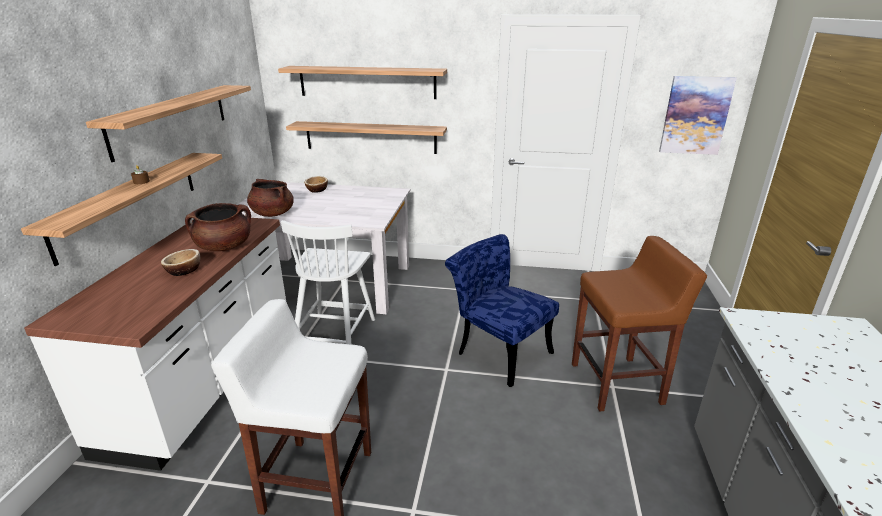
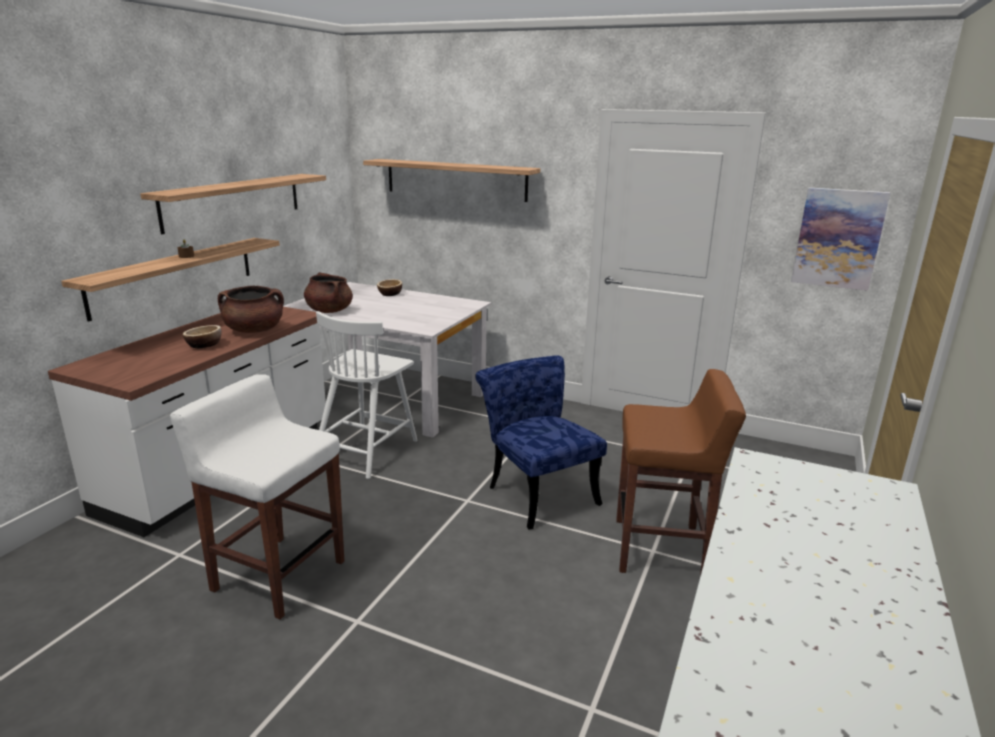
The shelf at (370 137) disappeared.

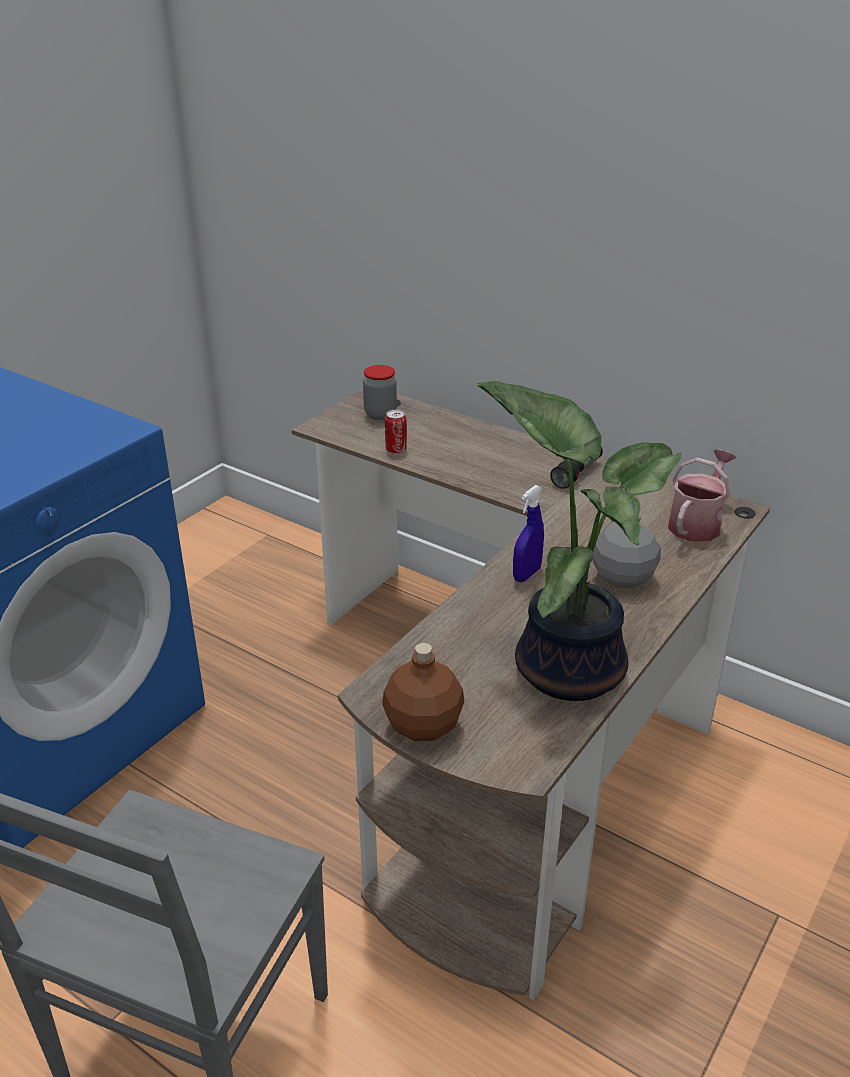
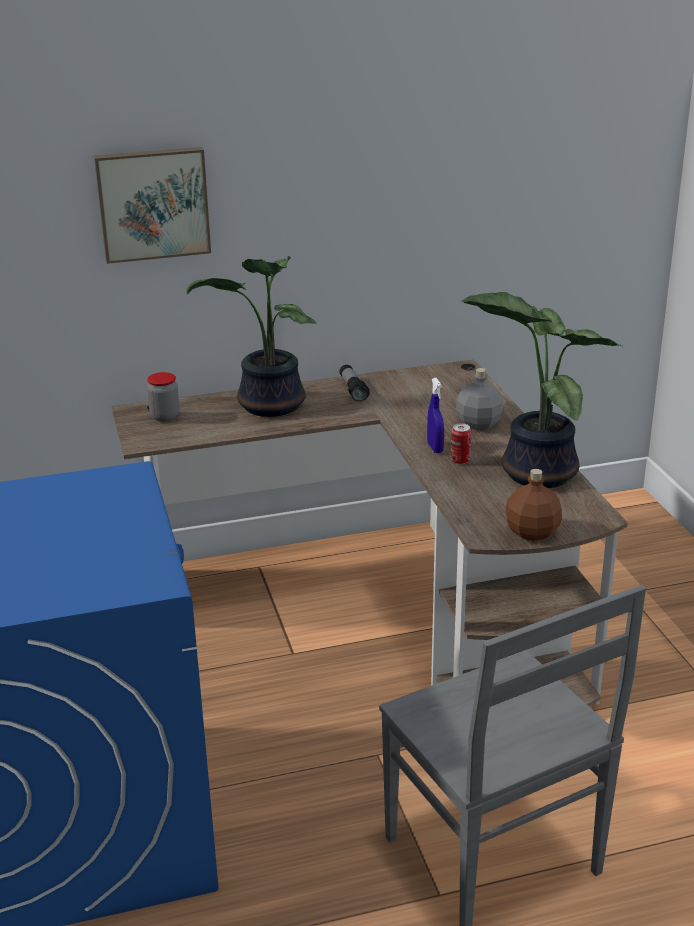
The metal can moved from (396 450) to (460 460). The watering can at (697 523) disappeared. The picture at (153 203) appeared. The plant in a pot at (269 406) appeared.

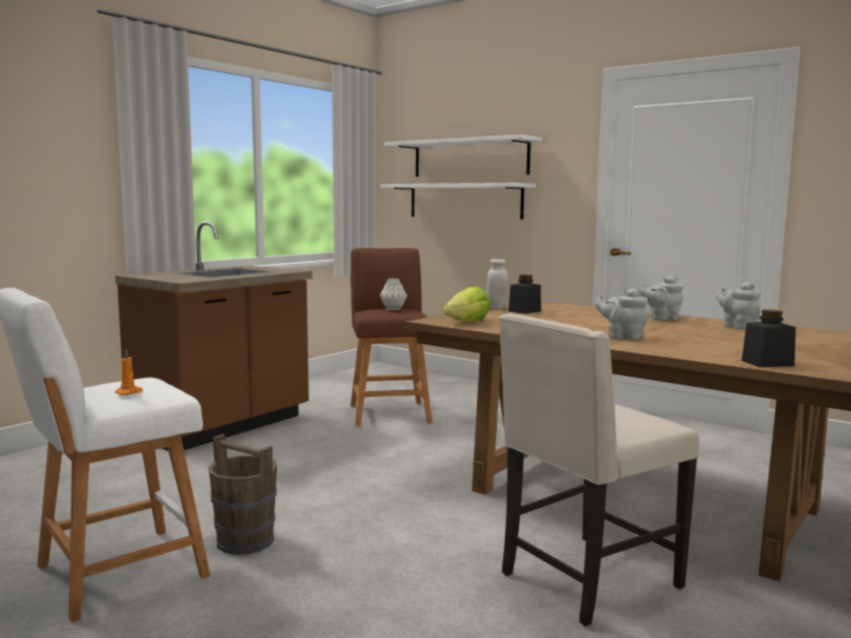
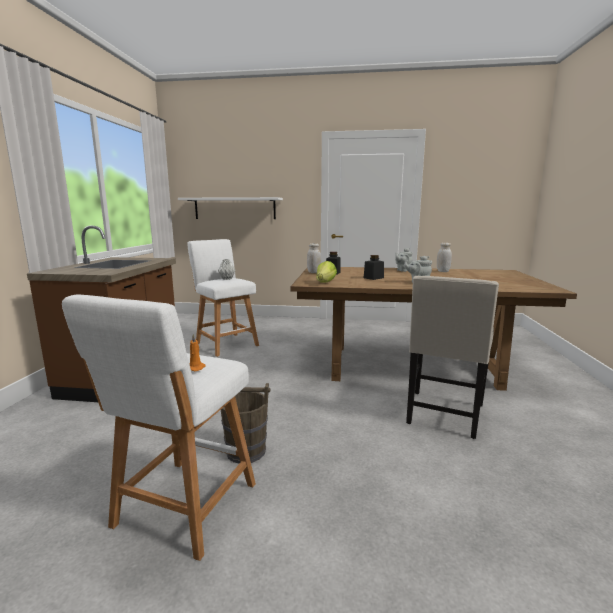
The shelf (whitish) at (470 158) disappeared. The sitting stool (brown) at (389 412) became the sitting stool (whitish) at (225 343). The pot for tea (gray) at (737 327) was replaced by the jar (whitish) at (443 271). The jar (black) moved from (767 363) to (373 278).

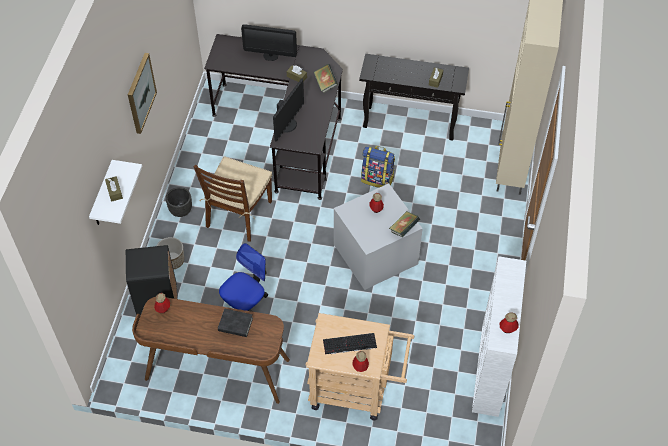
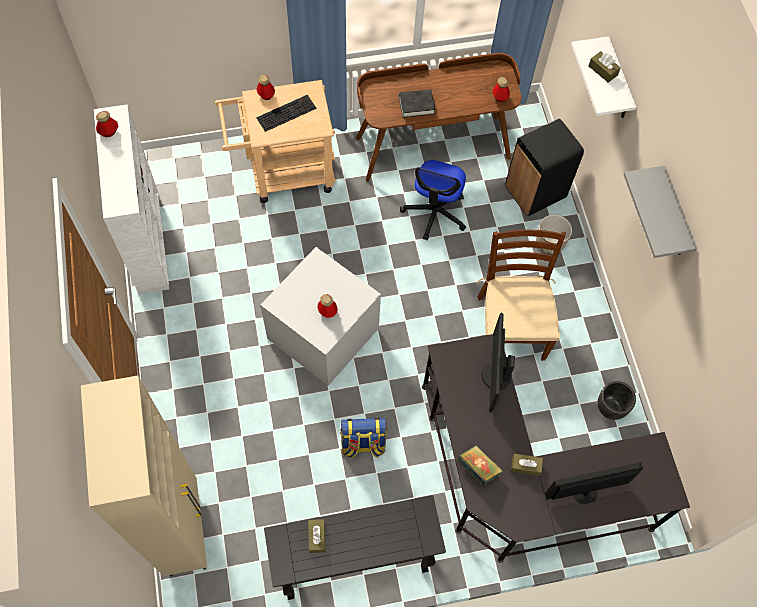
The picture at (140 93) was replaced by the shelf (gray) at (674 216). The planter (black) moved from (181 211) to (610 408). The book at (404 229) disappeared.

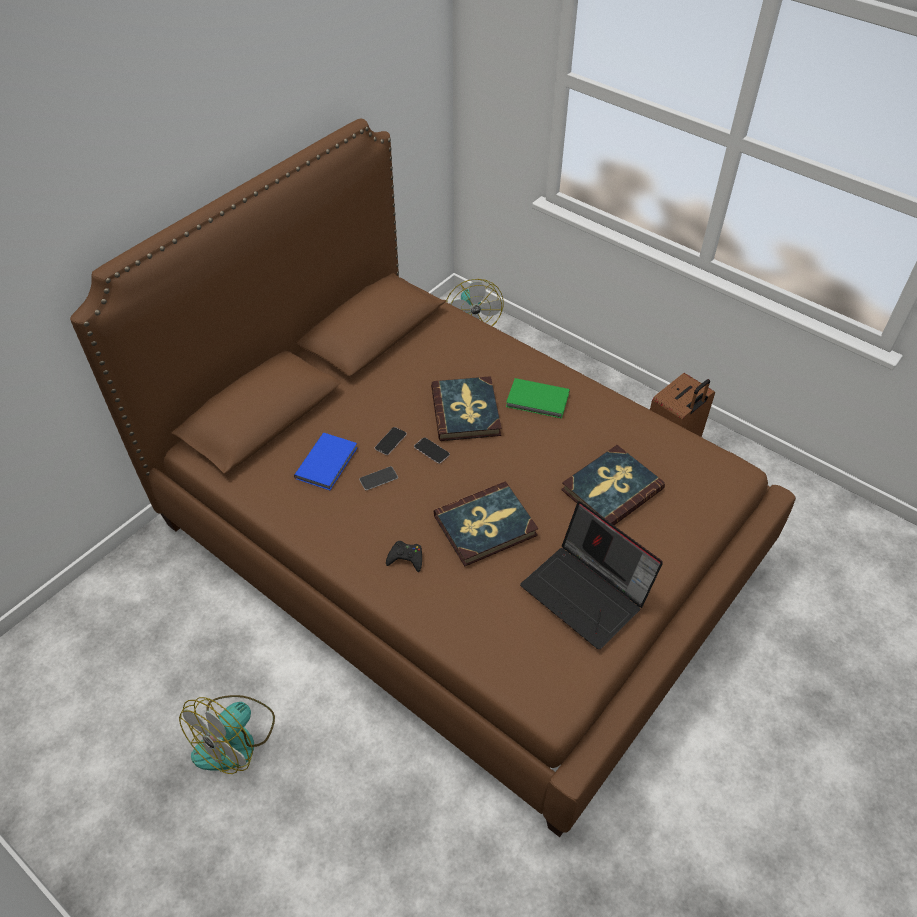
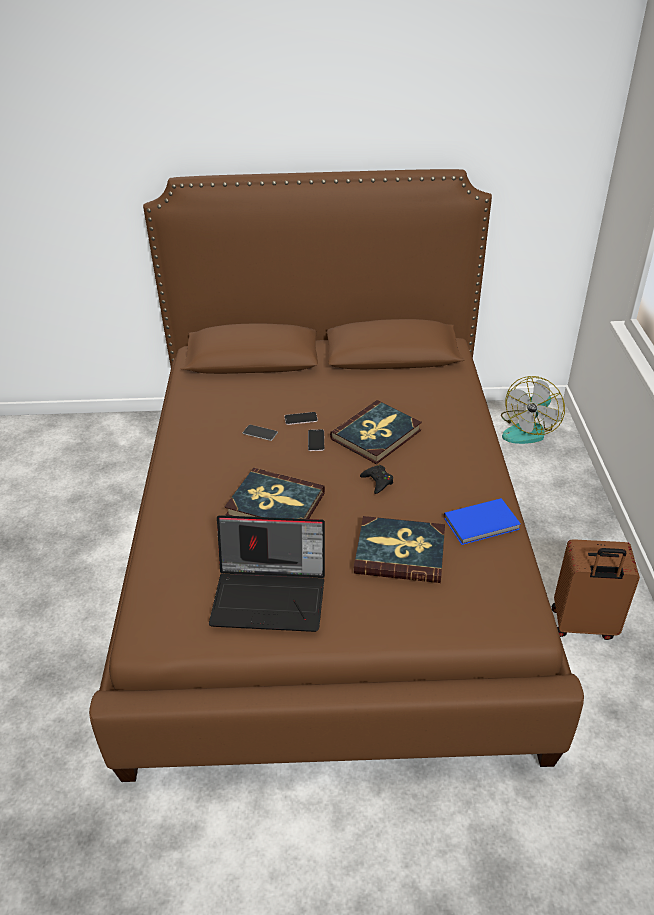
The book (greenish) at (538 401) disappeared. The book (blue-coloured) moved from (328 462) to (483 524). The portable computer at (587 593) turned 90 degrees counterclockwise. The gamepad (black) moved from (406 558) to (377 481). The cooling fan at (235 738) disappeared.

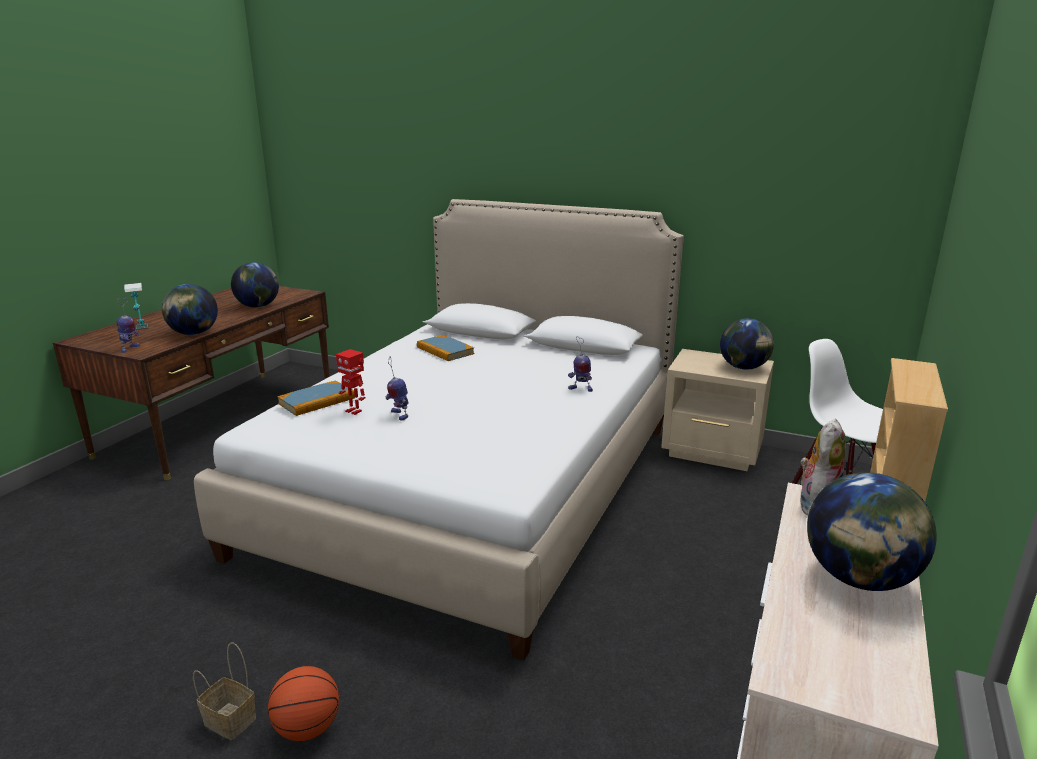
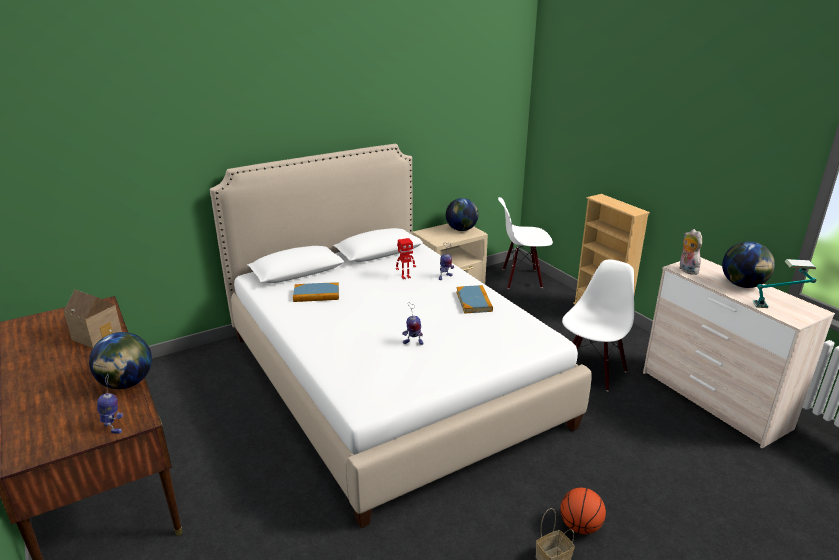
The globe at (258 306) was replaced by the toy house at (99 335). The table lamp moved from (142 333) to (779 306). The toy robot moved from (354 411) to (405 277). The book moved from (317 401) to (474 301). The chair (whitish) at (591 371) appeared.

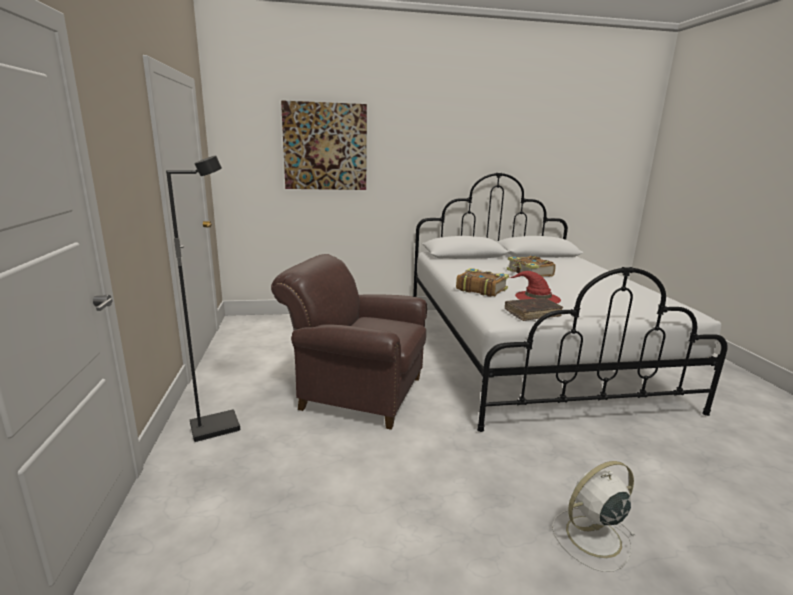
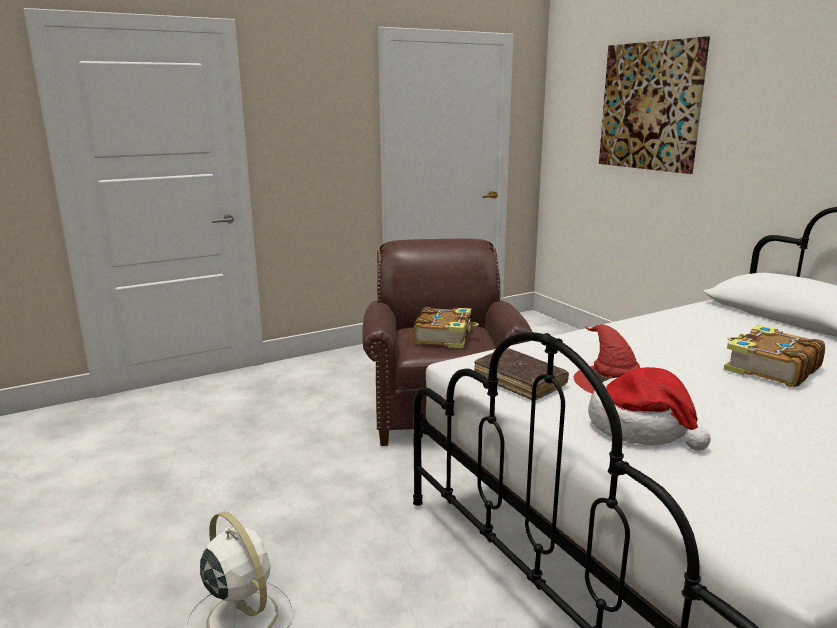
The standard lamp (black) at (215 427) disappeared. The book moved from (481 289) to (444 336). The wearable hat at (641 426) appeared.

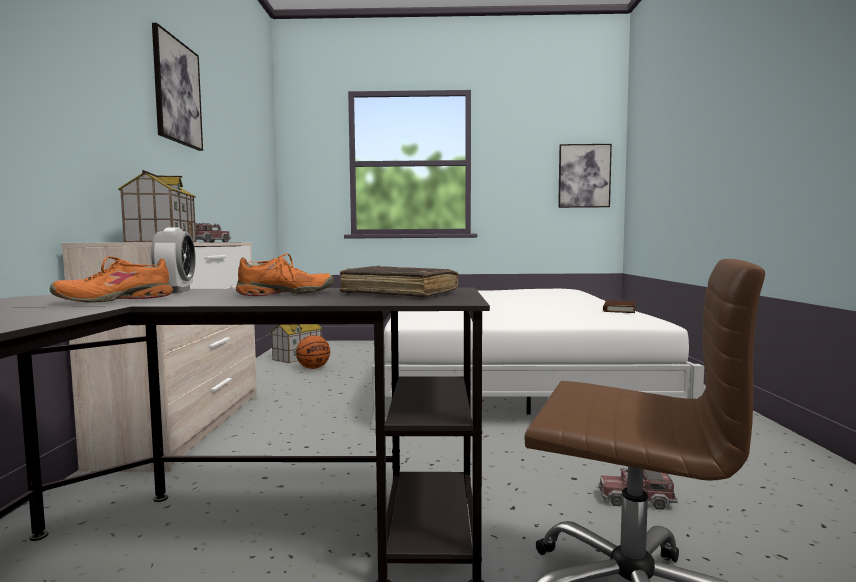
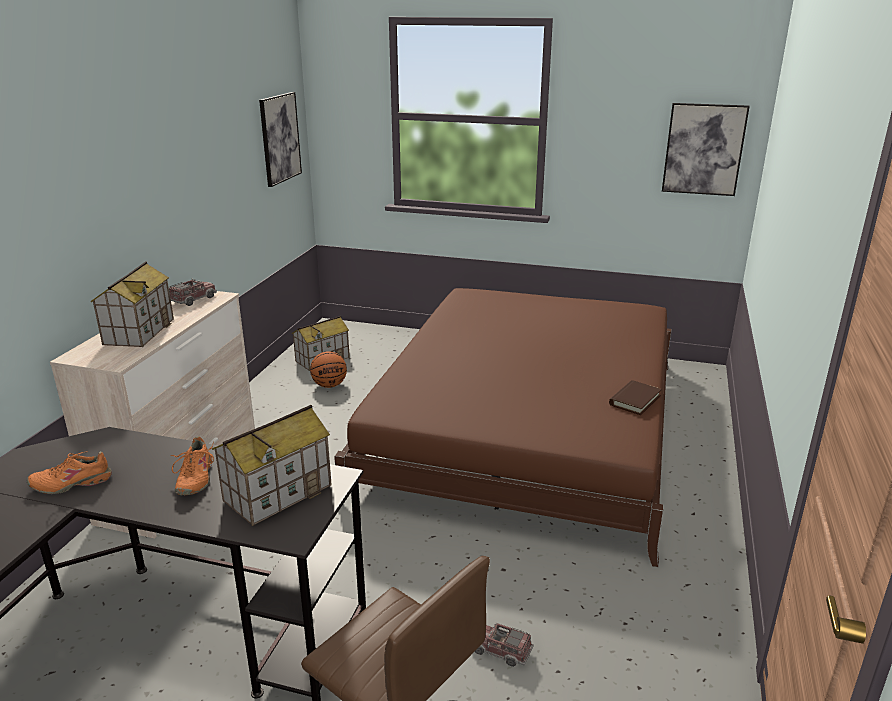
The picture moved from (177 92) to (280 138). The bedside clock at (176 291) disappeared. The shoe (orangey) at (285 294) turned 90 degrees clockwise. The book (brown) at (399 293) was replaced by the toy house at (278 492). The bed (whitish) at (507 373) became the bed (brown) at (527 427).

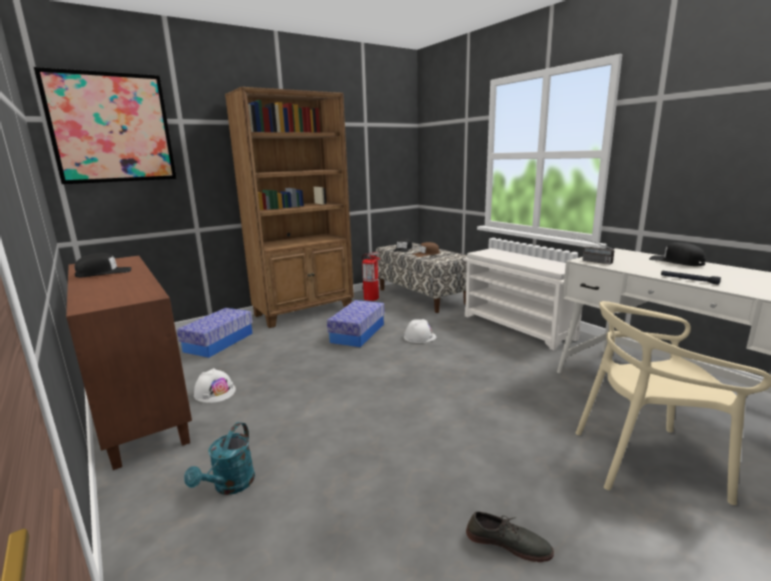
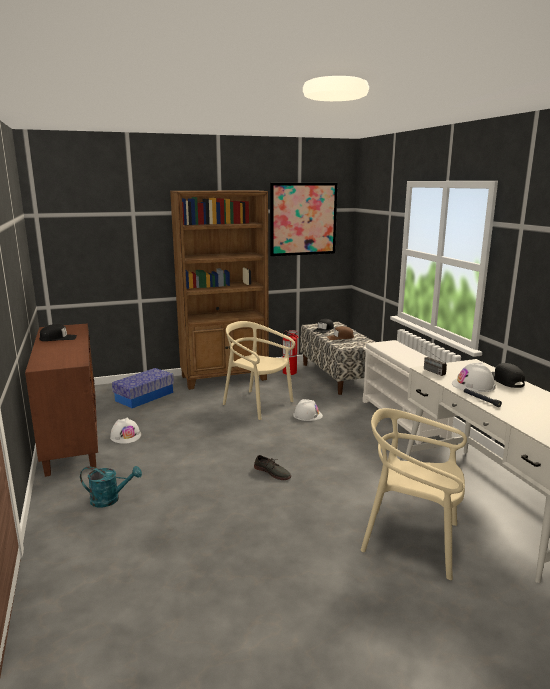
The picture moved from (111 128) to (303 219). The storage box at (358 333) was replaced by the chair (sand-coloured) at (257 404). The watering can (turquoise) at (230 486) turned 120 degrees counterclockwise. The shoe (gray) moved from (508 542) to (272 472). The work helmet (whitish) at (473 385) appeared.

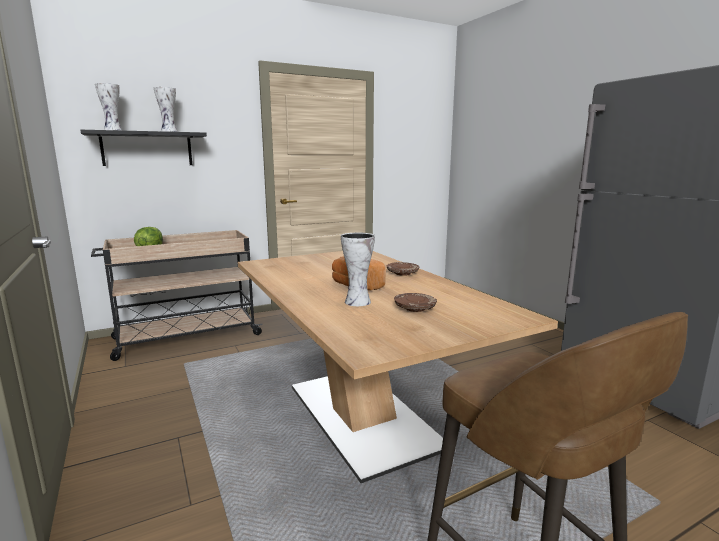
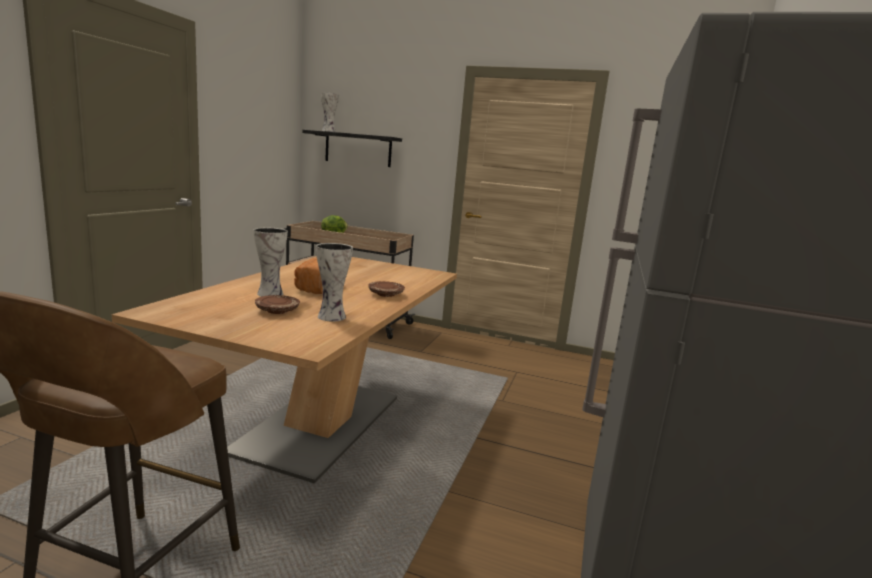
The vase moved from (169 132) to (332 317).

